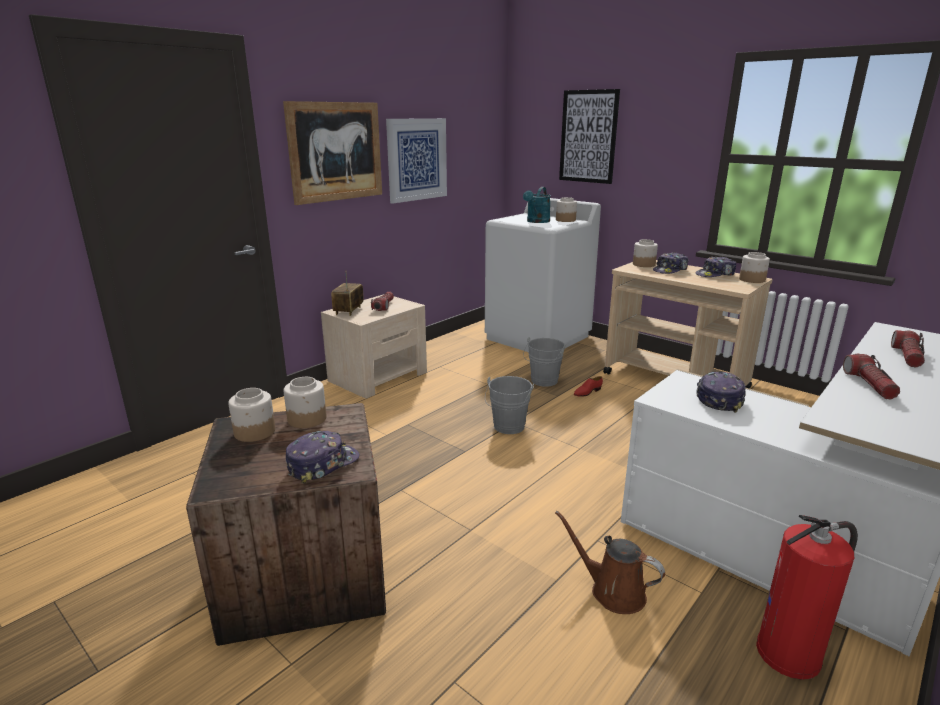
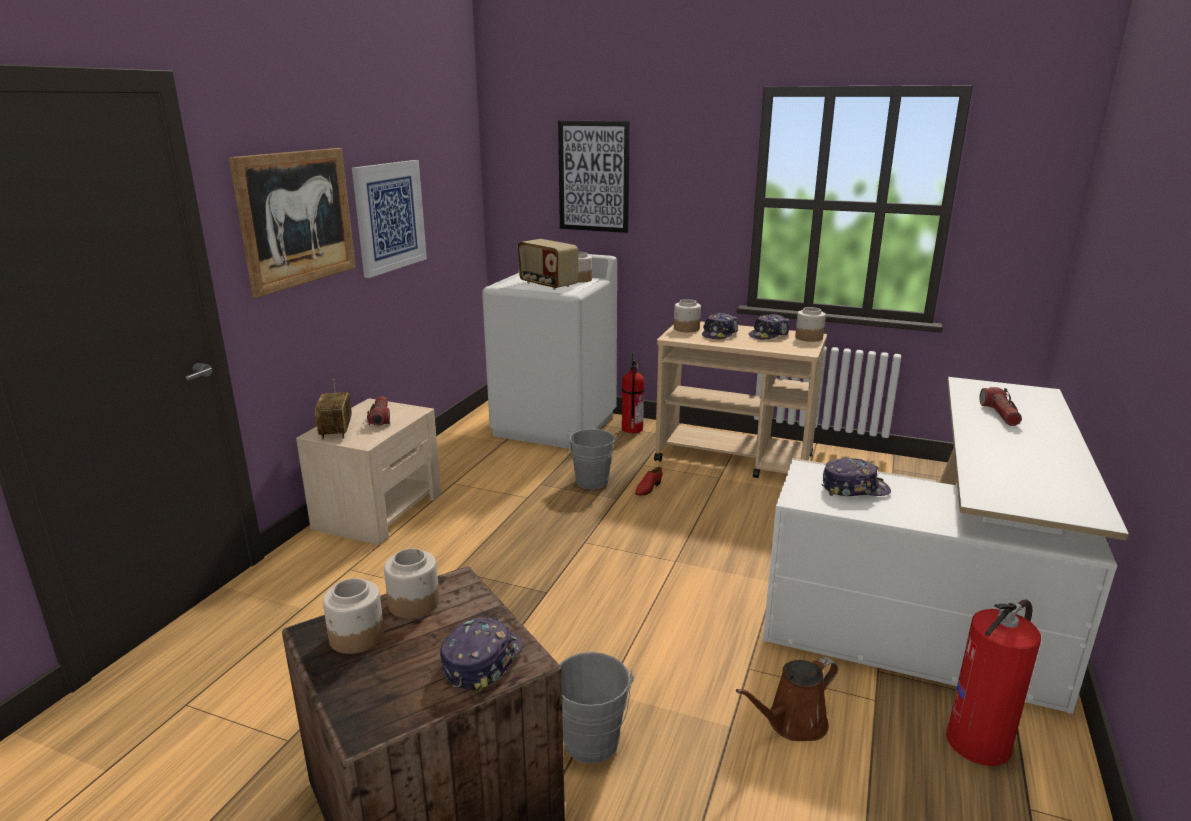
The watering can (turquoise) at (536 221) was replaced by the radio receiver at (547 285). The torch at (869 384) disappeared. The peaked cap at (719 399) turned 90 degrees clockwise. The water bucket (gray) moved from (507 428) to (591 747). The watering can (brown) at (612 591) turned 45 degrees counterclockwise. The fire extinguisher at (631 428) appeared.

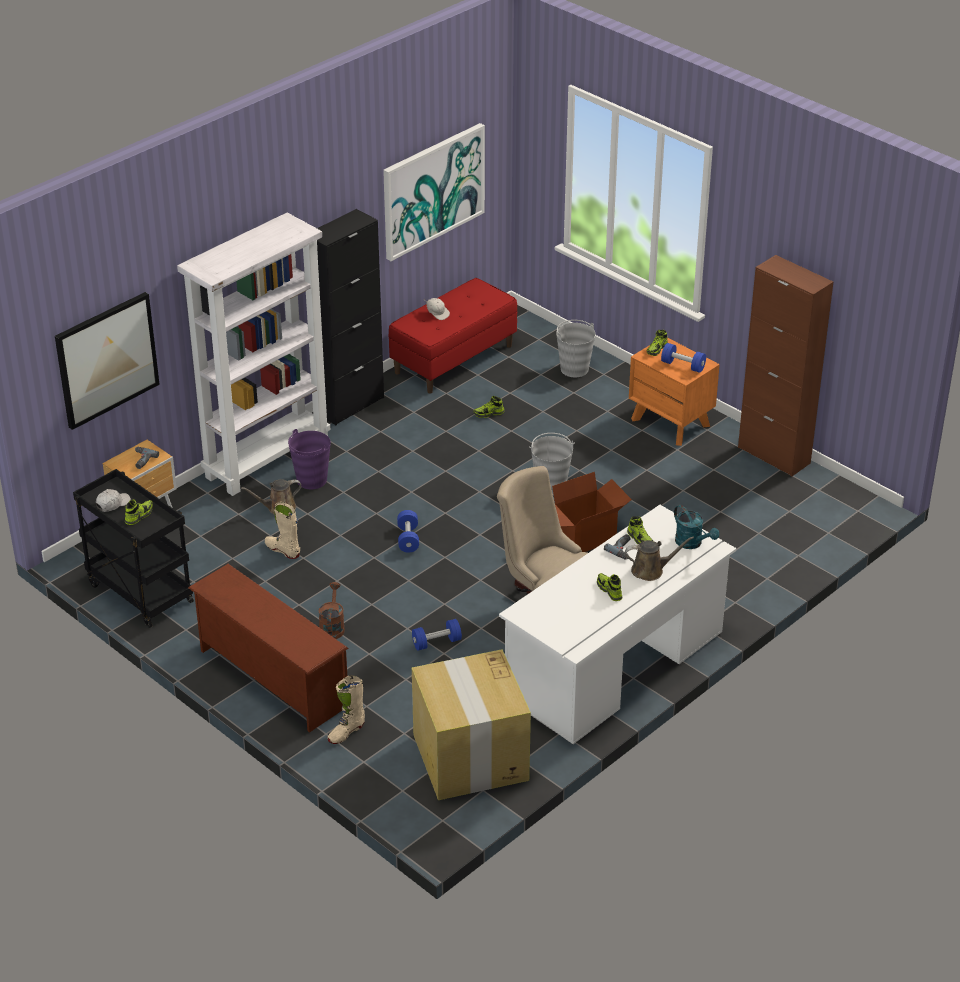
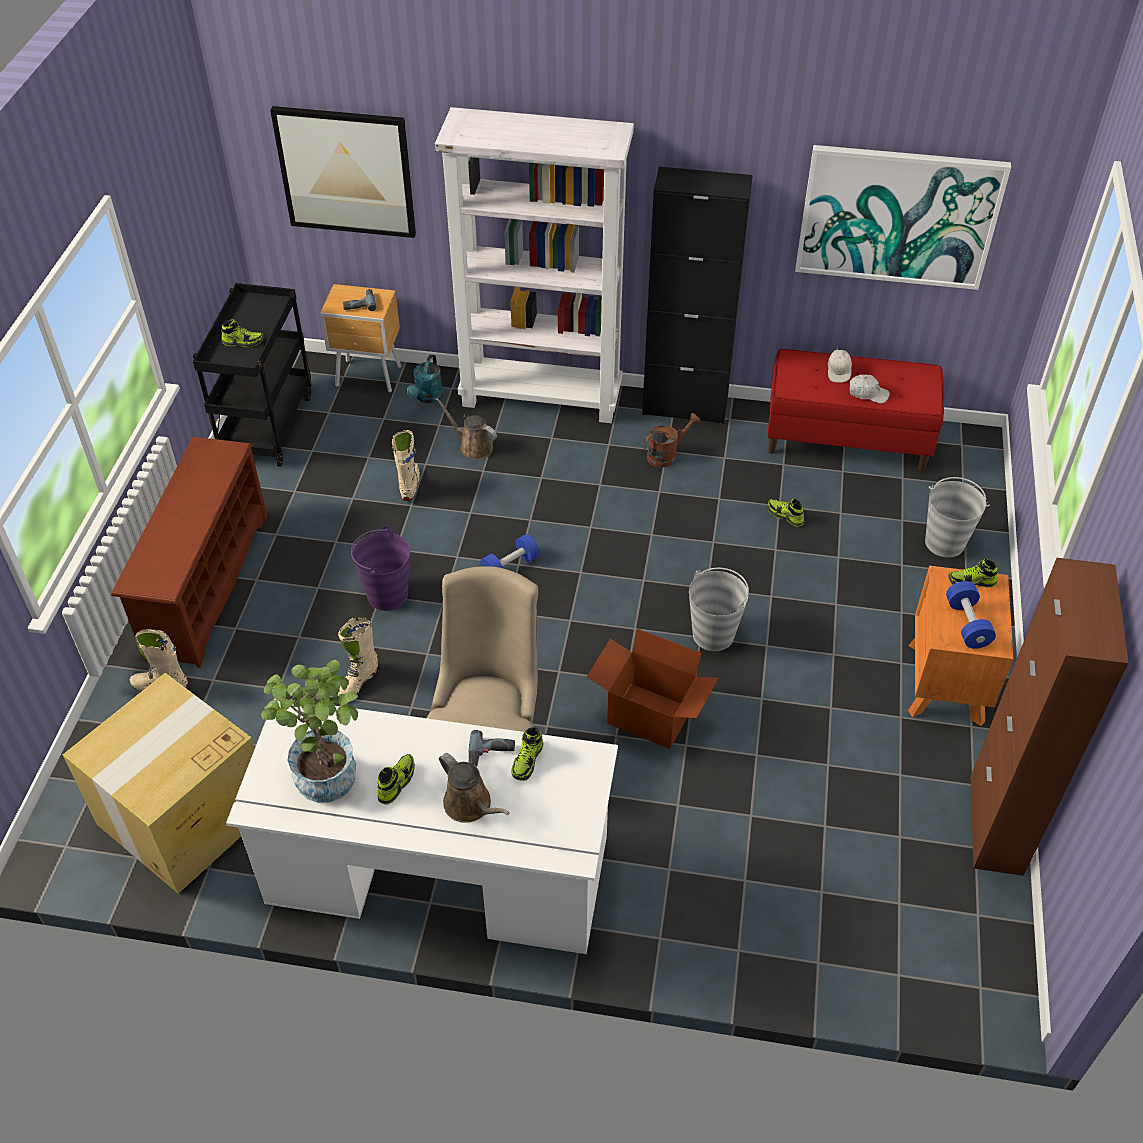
The water bucket (purplish) moved from (311 480) to (387 595). The peaked cap (whitish) moved from (113 504) to (867 393). The watering can (turquoise) moved from (692 543) to (427 398). The watering can (brown) moved from (332 627) to (666 455). The dumbbell (blue-coloured) at (436 642) was replaced by the boot (sand-coloured) at (357 682). The plant in a pot at (327 769) appeared.

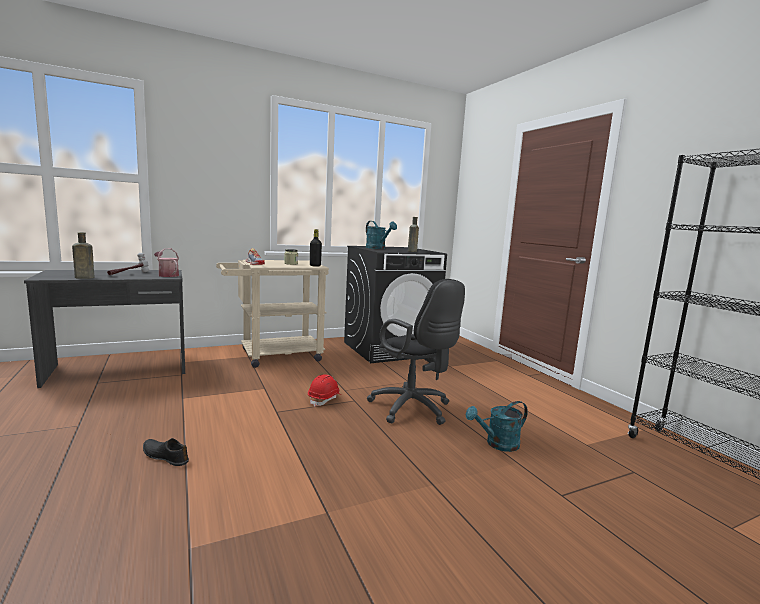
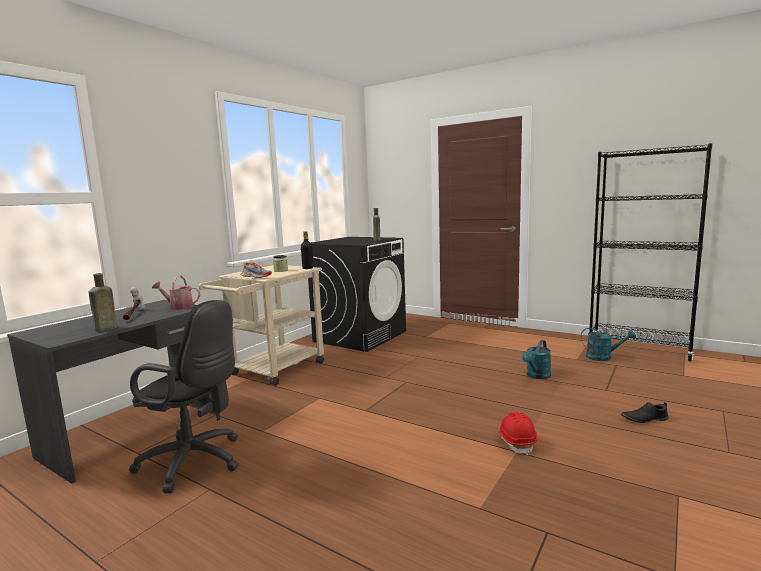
The watering can (turquoise) moved from (378 248) to (603 357). The computer chair (black) moved from (413 409) to (196 462). The work helmet (red-coloured) moved from (324 399) to (516 442). The shoe (black) moved from (165 456) to (644 419).

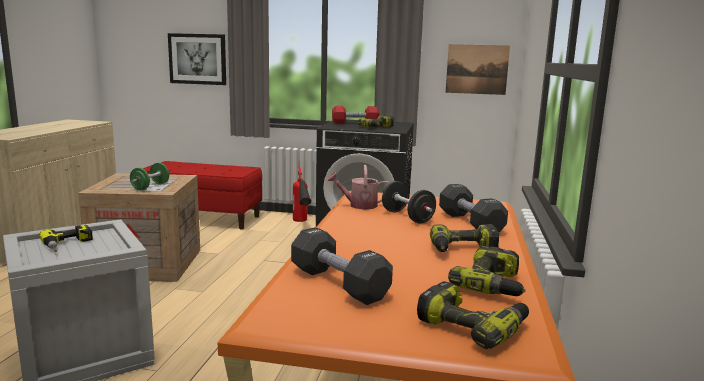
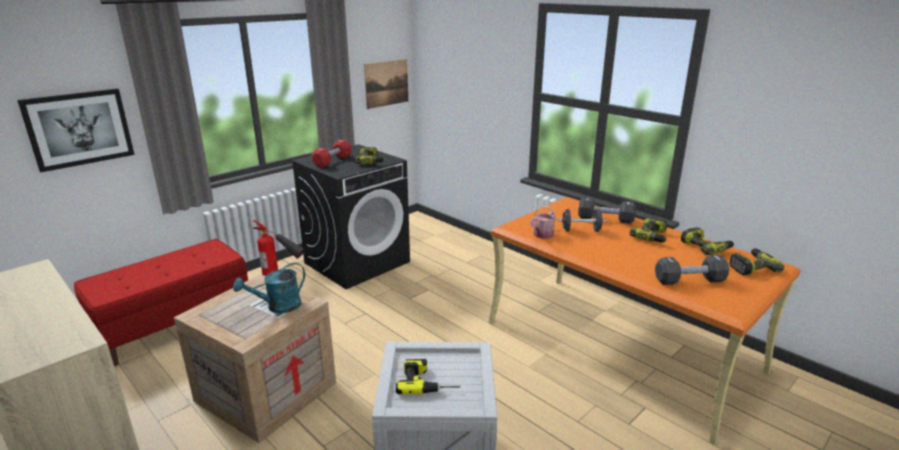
The dumbbell (greenish) at (150 187) was replaced by the watering can (turquoise) at (278 307).

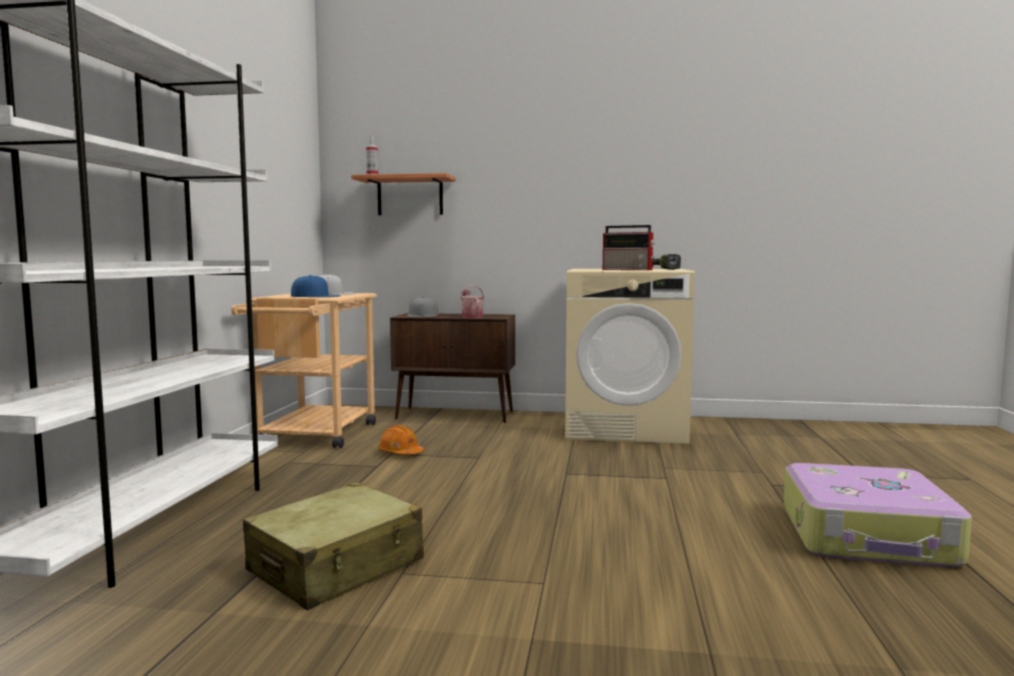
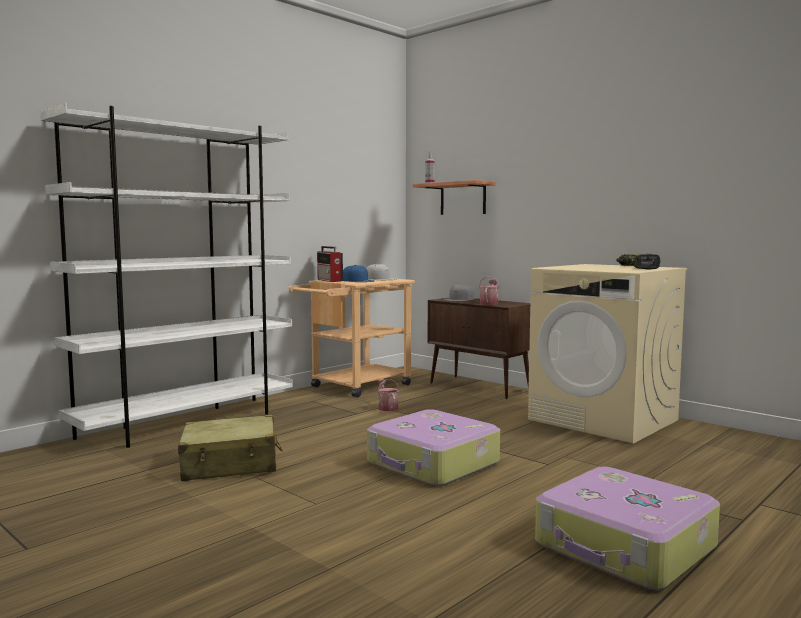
The radio receiver moved from (628 270) to (330 280). The work helmet (orangey) at (400 453) was replaced by the watering can at (387 407). The travel case at (432 464) appeared.

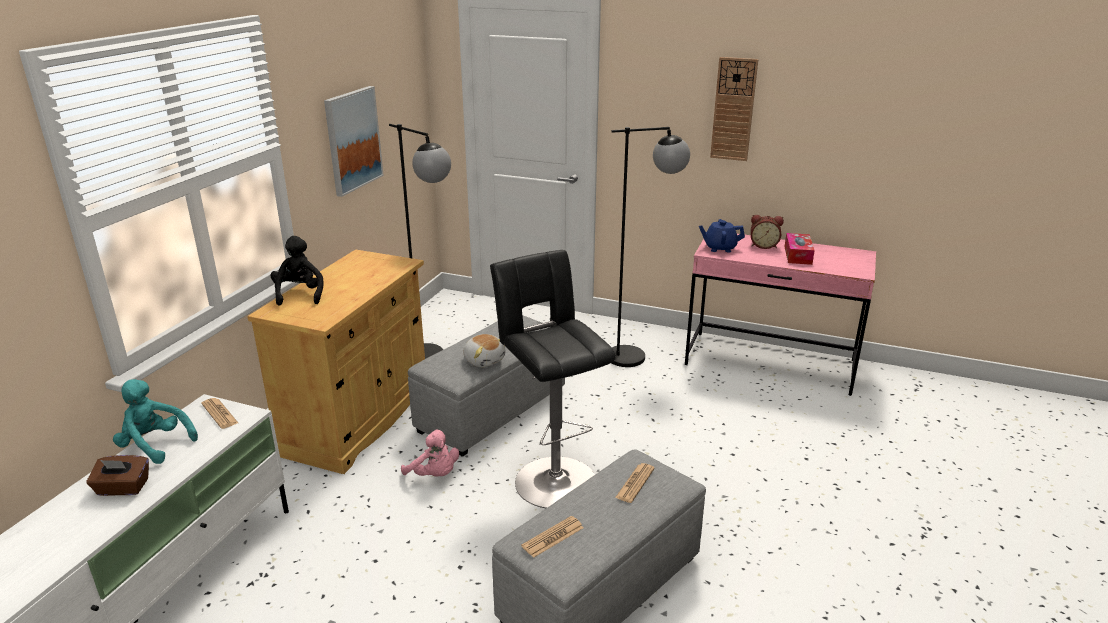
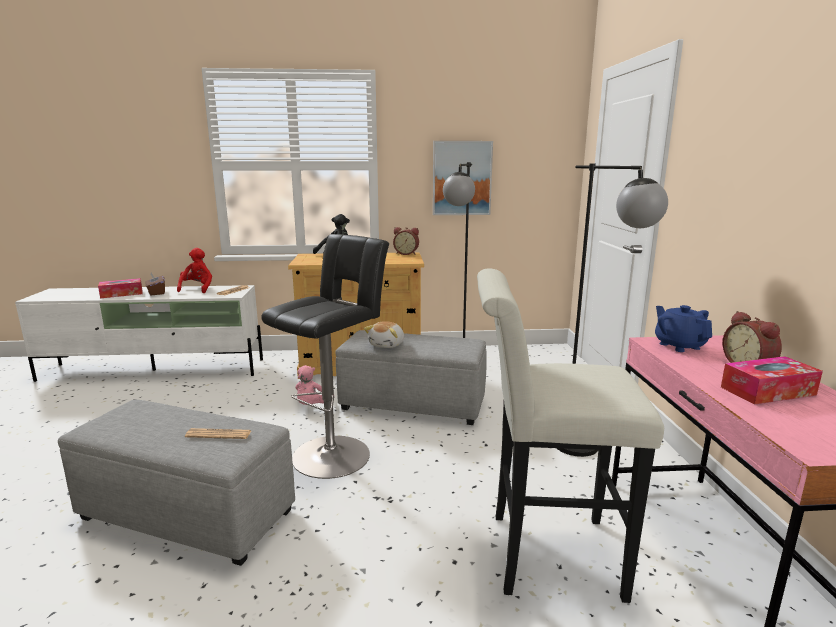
The clock on the wall at (733 109) disappeared. The plush toy (turquoise) at (155 445) became the plush toy (red-coloured) at (197 289). The printed paper at (553 537) disappeared. The bedside clock at (406 253) appeared. The sitting stool (whitish) at (543 554) appeared. The box of tissues at (122 294) appeared.

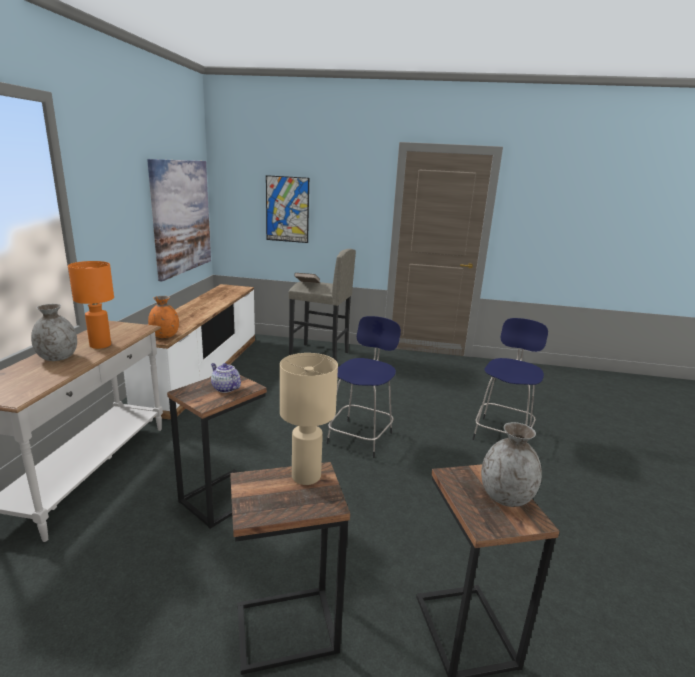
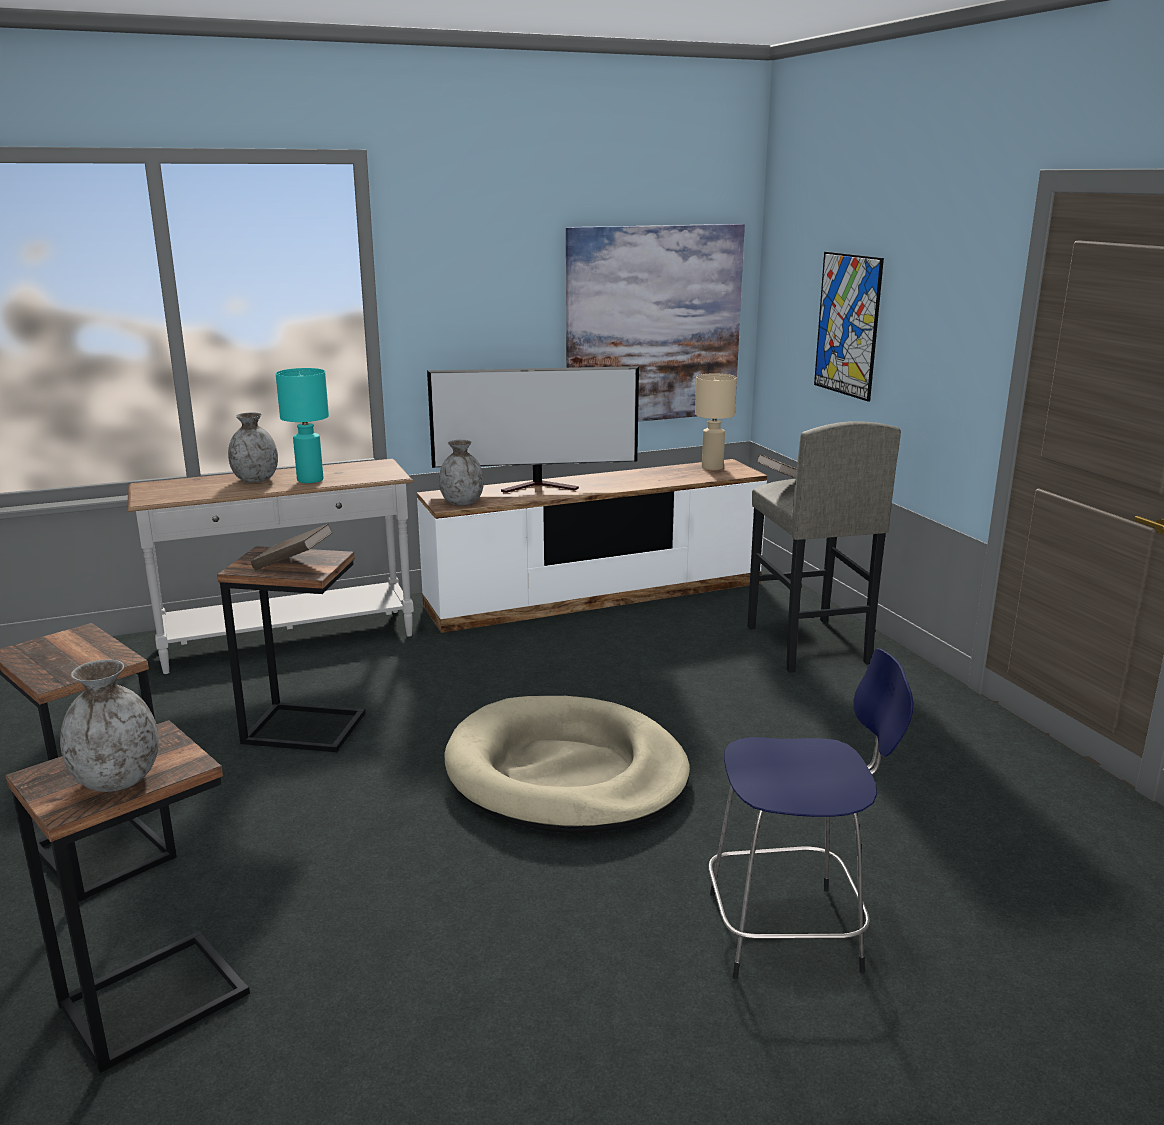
The table lamp (orangey) at (100 345) became the table lamp (turquoise) at (309 480). The vase (orangey) at (165 336) became the vase (gray) at (462 502). The sitting stool (blue-coloured) at (361 437) was replaced by the dog cushion (sand-coloured) at (566 773). The table lamp (sand-coloured) moved from (306 476) to (712 467). The pot for tea at (225 388) was replaced by the book (brown) at (293 564). The TV at (541 487) appeared.

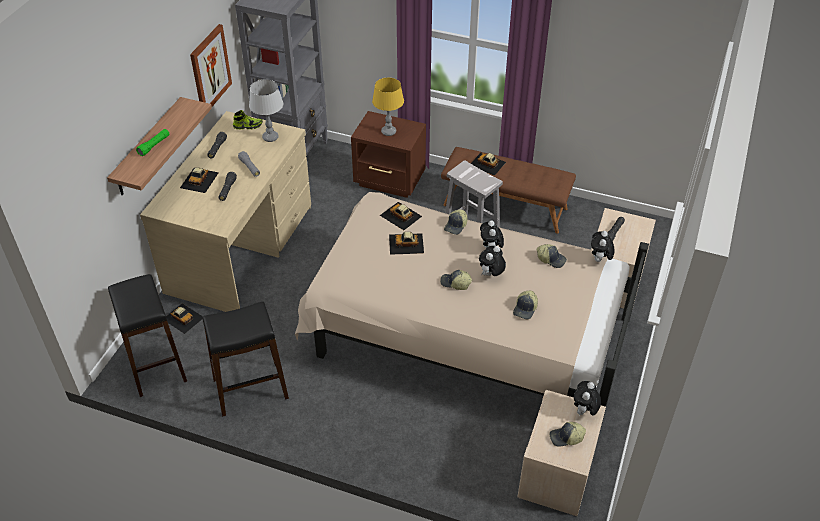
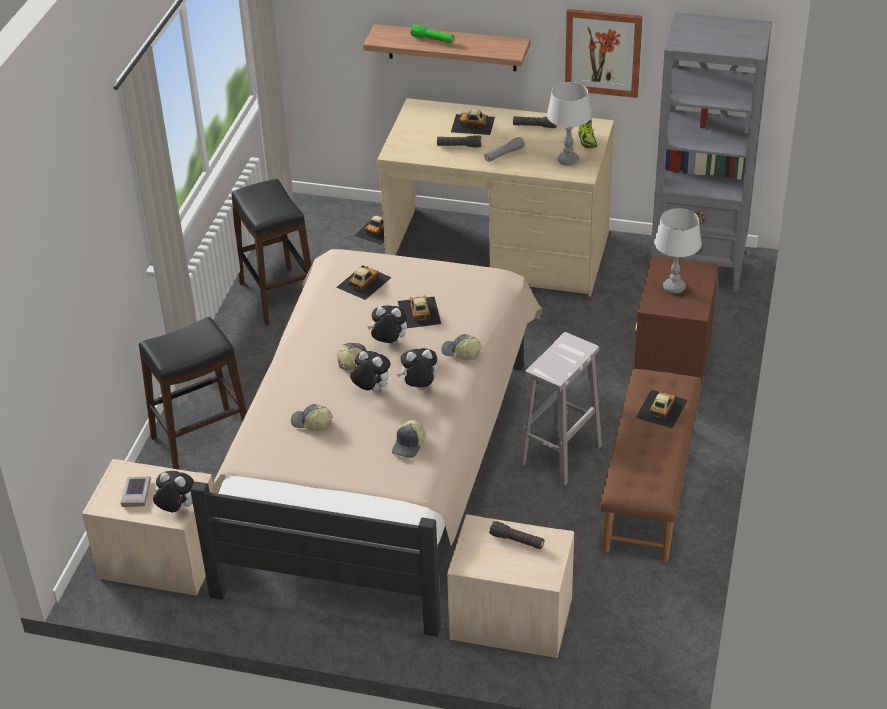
The table lamp (yellow-coloured) at (388 132) became the table lamp (gray) at (674 287). The model car moved from (401 216) to (363 282). The plush toy moved from (599 260) to (388 343). The sitting stool (black) moved from (155 365) to (202 440). The peaked cap at (566 438) was replaced by the book at (136 494).

